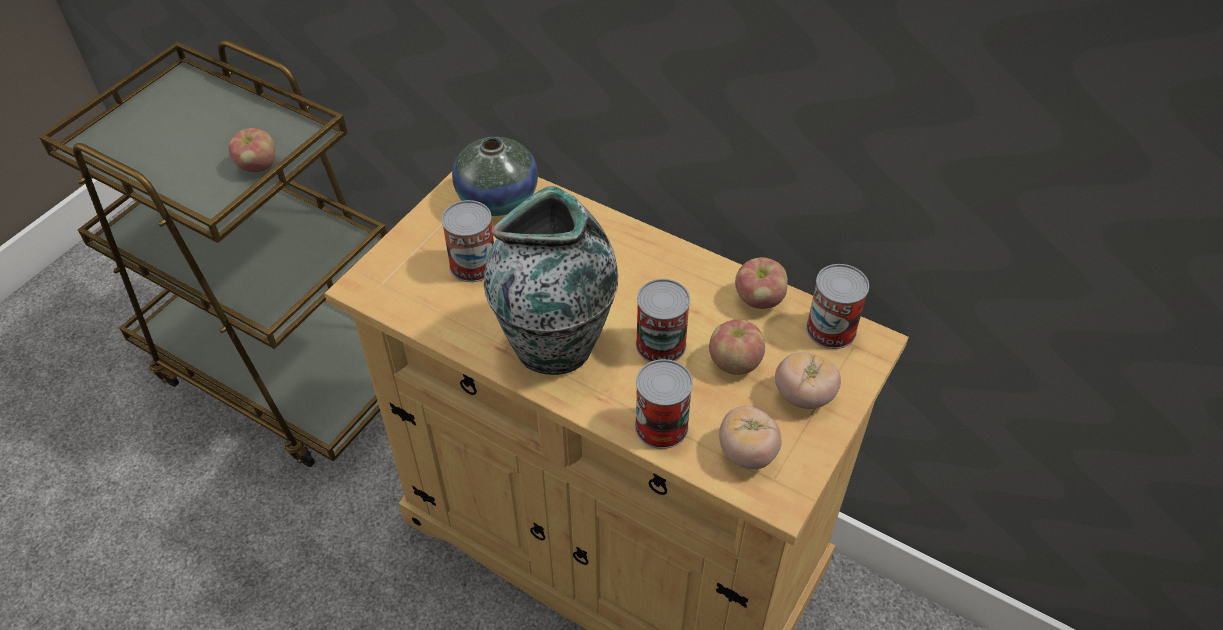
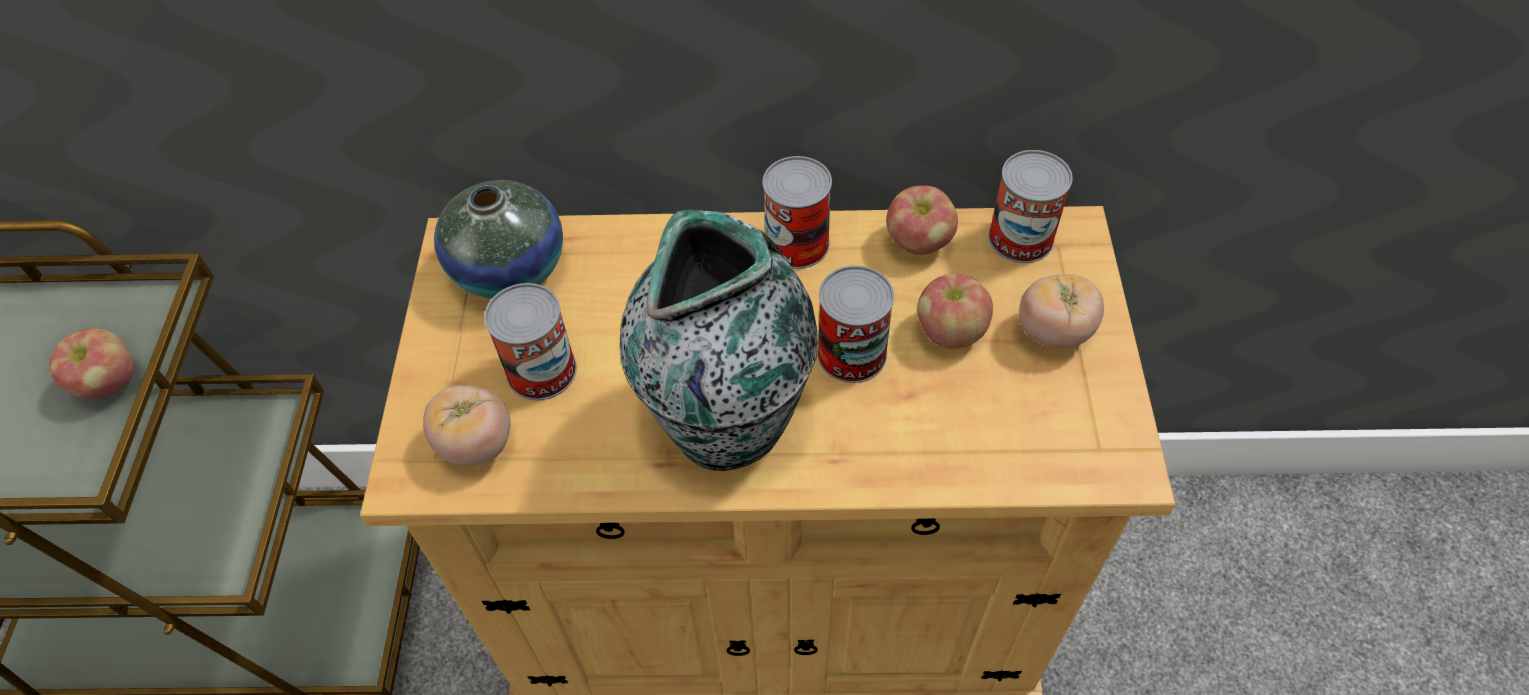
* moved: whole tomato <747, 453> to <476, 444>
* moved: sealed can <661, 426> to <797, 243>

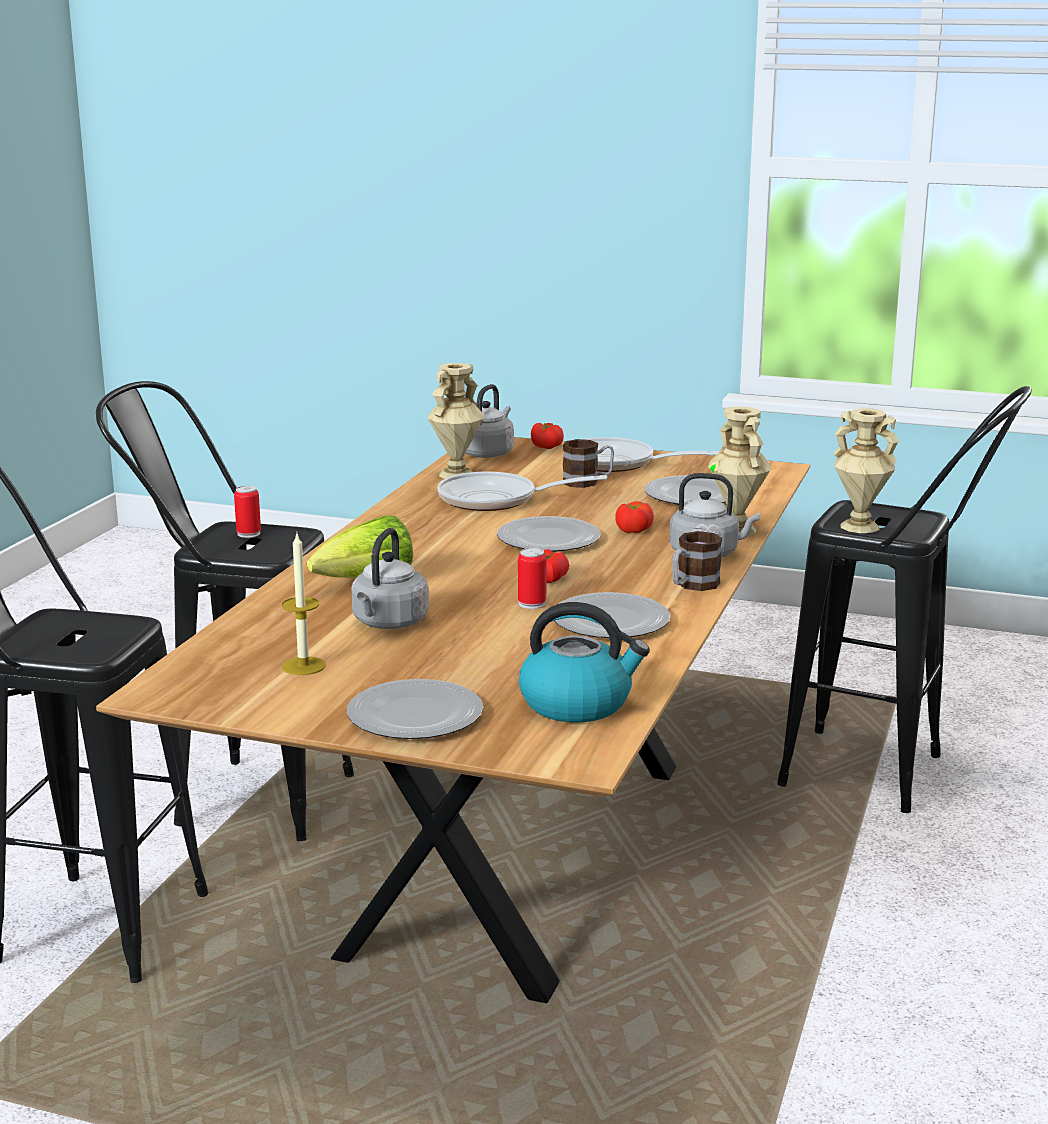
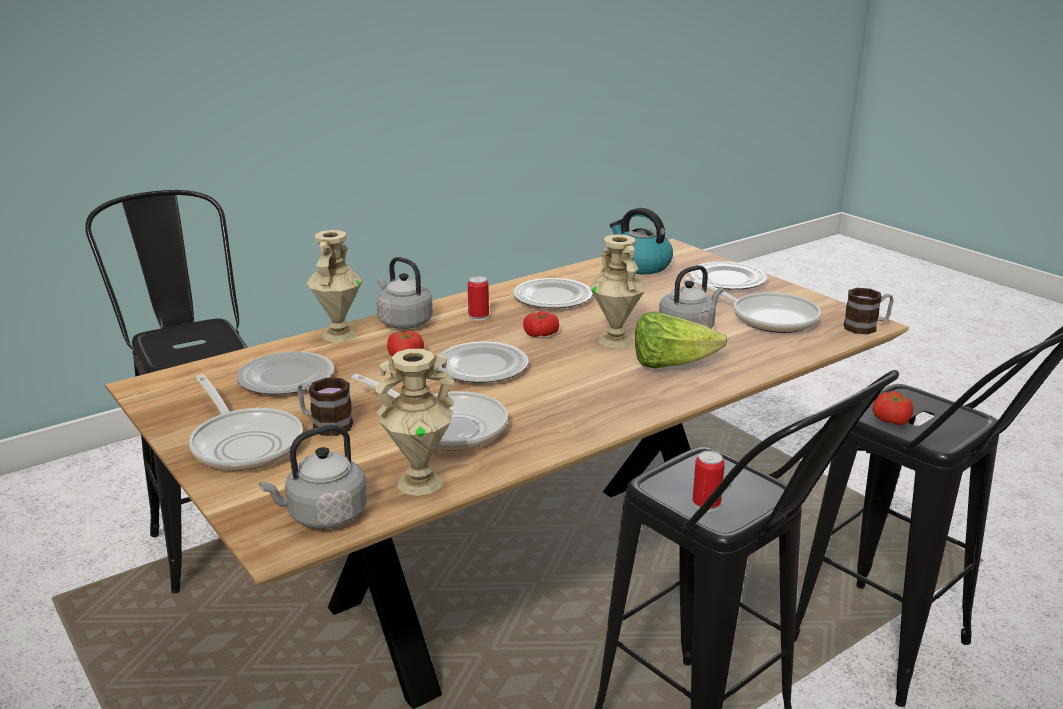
* moved: sealed can <532, 604> to <478, 316>
* moved: sand-coloured vase <859, 527> to <616, 340>
* replaced: candle <303, 666> to skillet <767, 317>
* moved: coffee mug <692, 585> to <866, 327>
* moved: whole tomato <547, 446> to <891, 420>

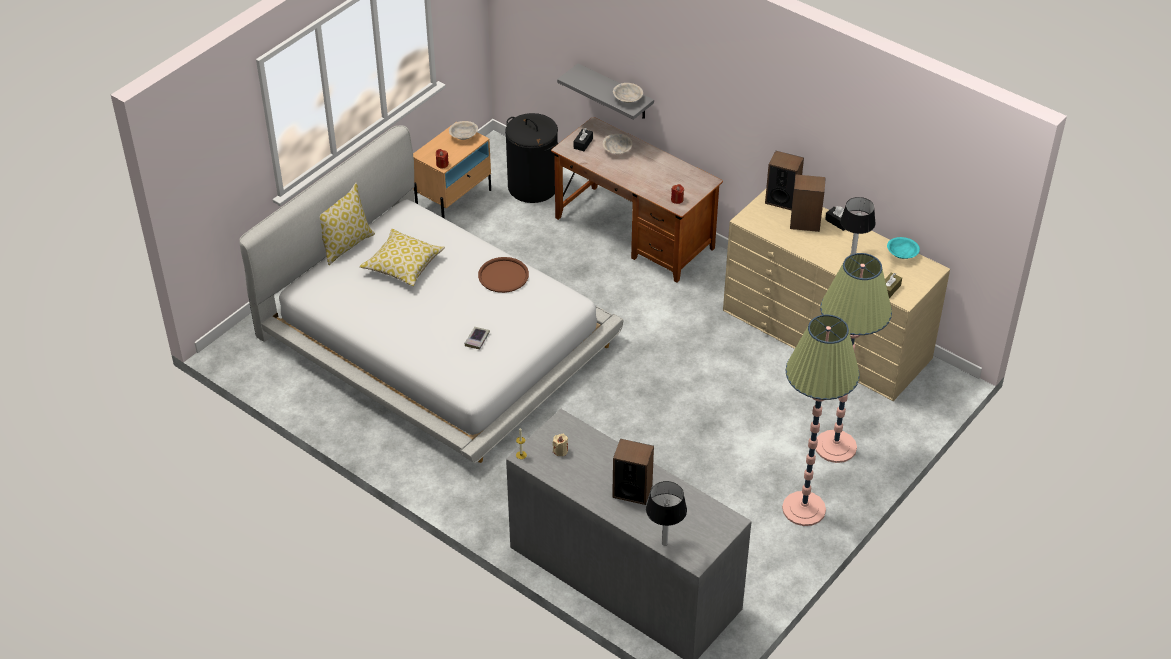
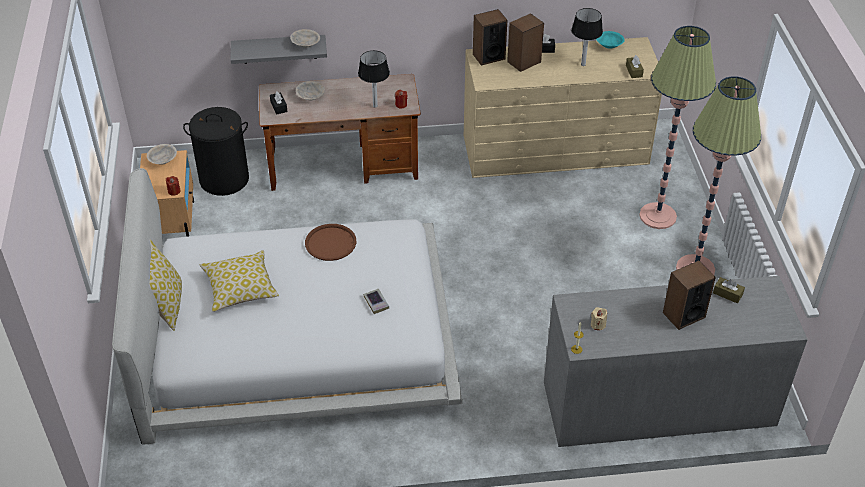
* moved: tabletop lamp <664, 543> to <375, 106>
* added: brownish box of tissues <727, 294>

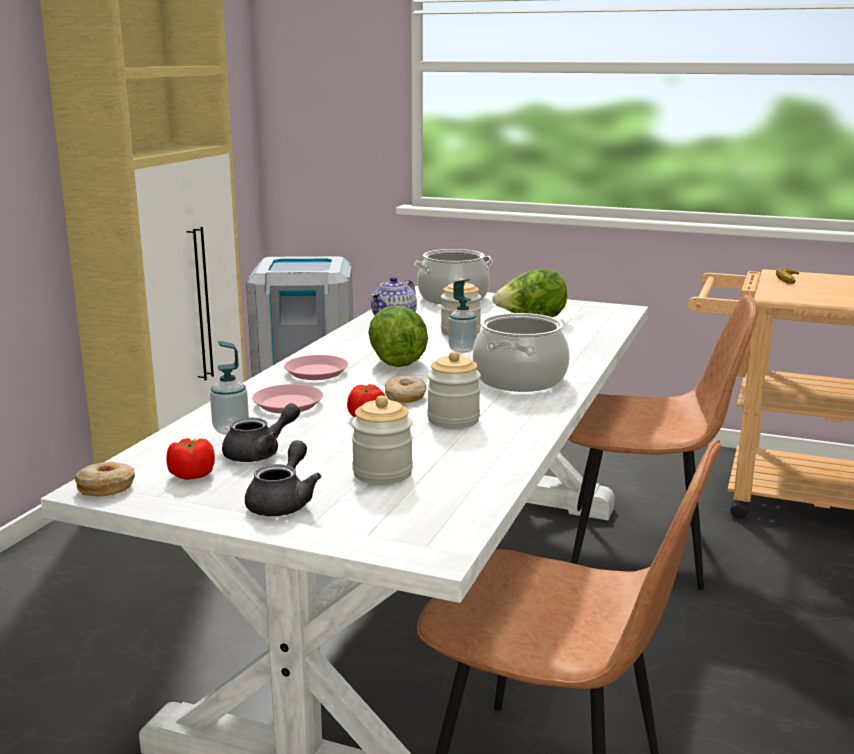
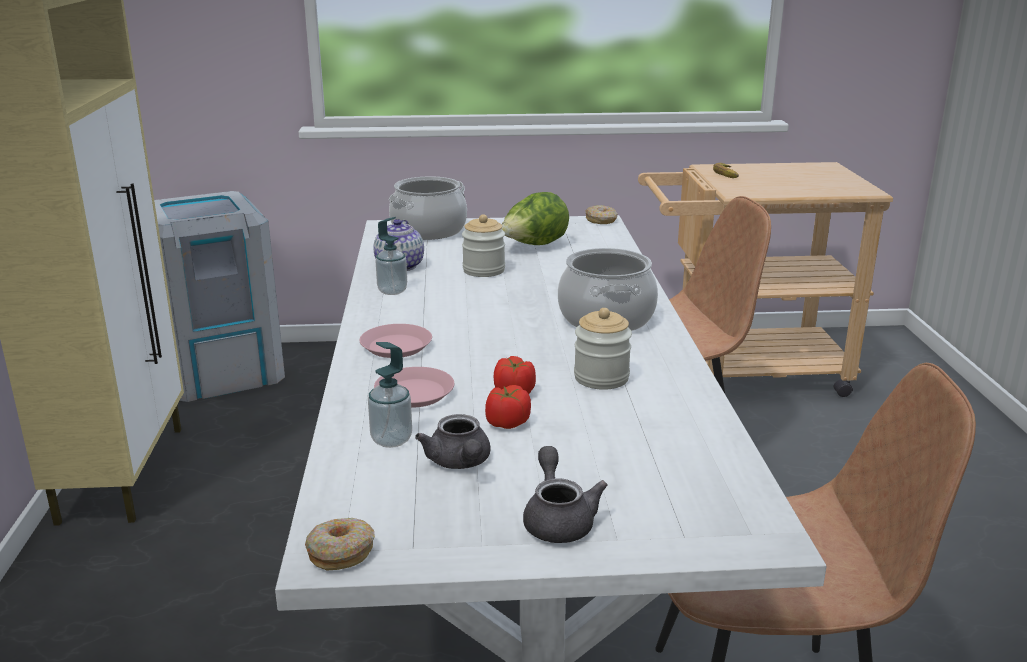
* moved: soap bottle <462, 349> to <392, 291>
* turned: grey tea pot <260, 453> = <459, 463> 135 degrees clockwise
* moved: whole tomato <191, 475> to <507, 423>
* moved: ring doughnut <405, 397> to <601, 220>
* removed: preserve jar <382, 473>
* removed: lettuce head <397, 361>

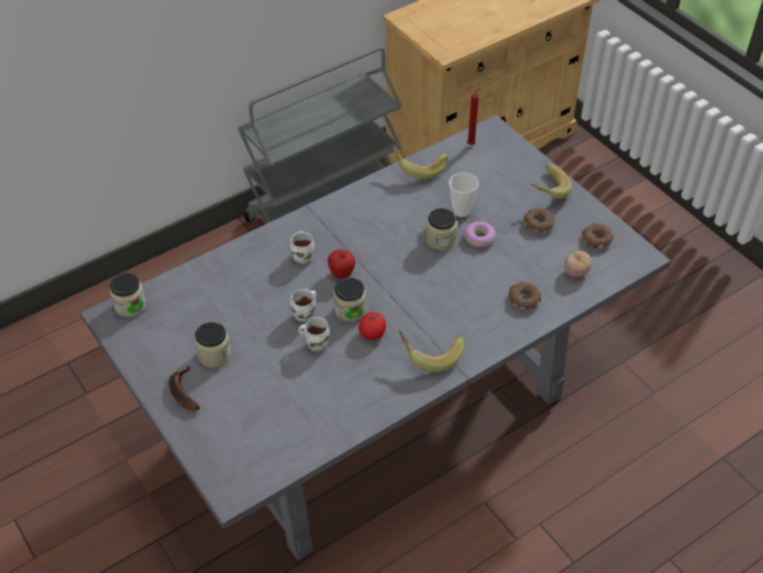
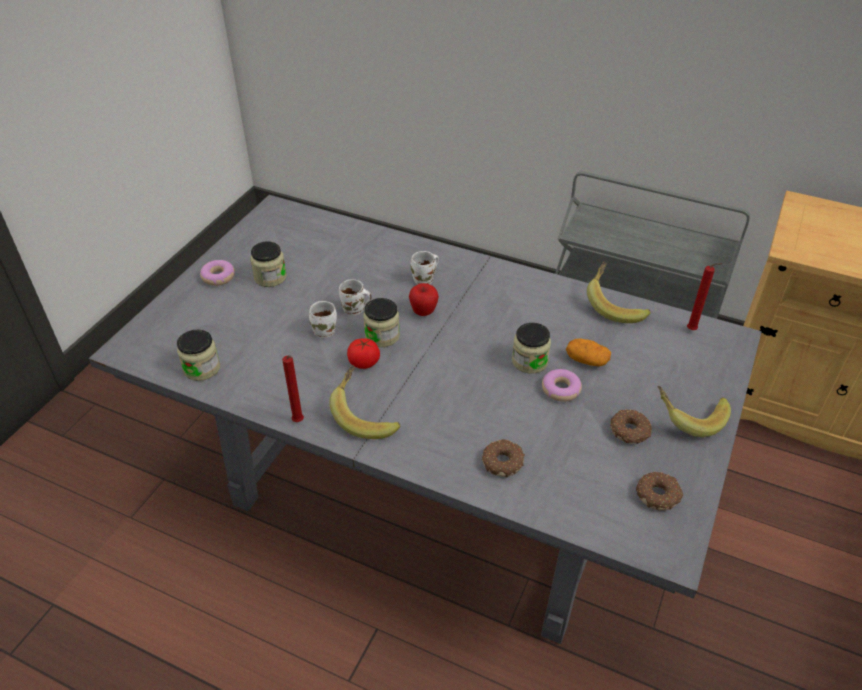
* moved: preserve jar <130, 305> to <202, 368>
* replaced: whole banana <182, 392> to ring doughnut <218, 277>
* added: red-coloured candle <299, 422>
* replaced: drinking cup <461, 211> to potato <586, 360>
* removed: whole tomato <576, 272>

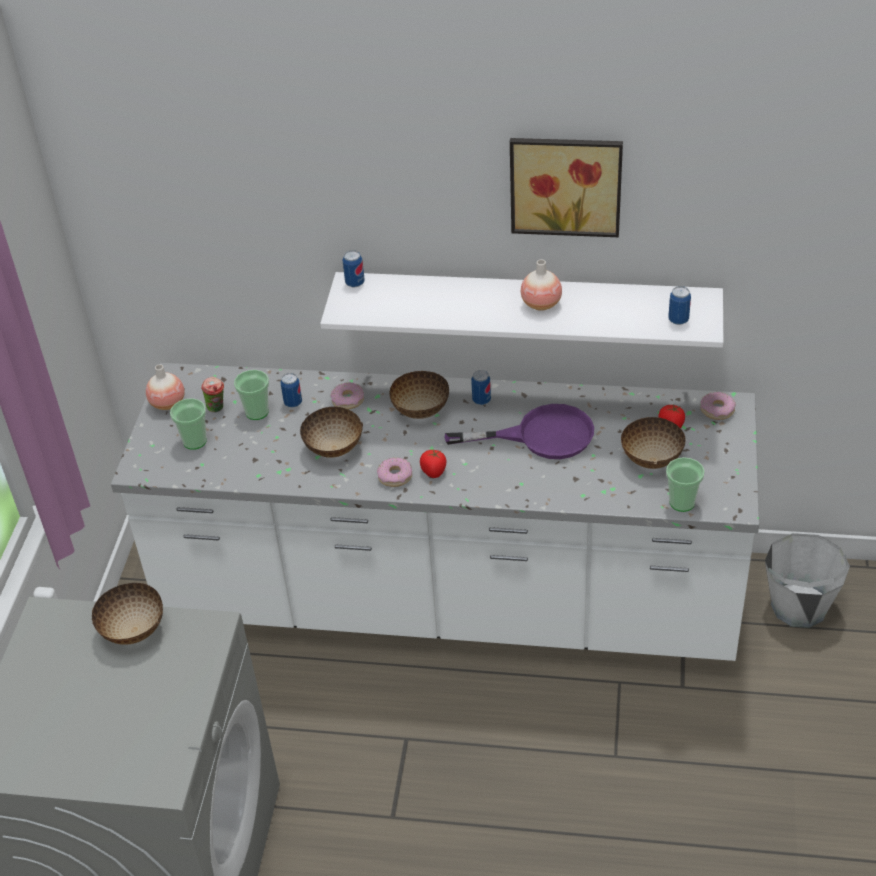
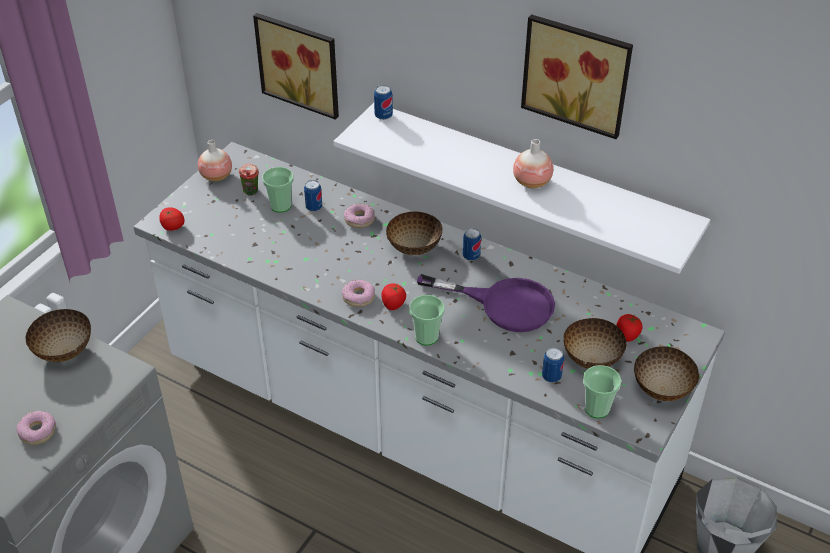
* moved: ring doughnut <717, 410> to <37, 431>
* added: whole tomato <172, 227>
* added: picture <300, 63>
* moved: drinking cup <194, 441> to <426, 337>
* moved: sealed can <678, 320> to <551, 377>
* moved: deep dish <333, 449> to <661, 390>

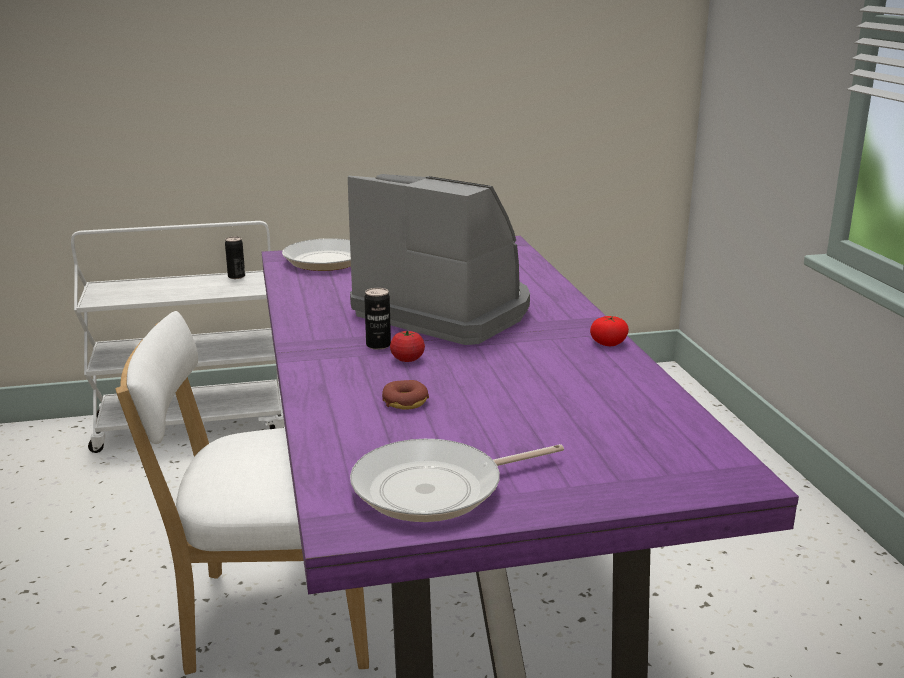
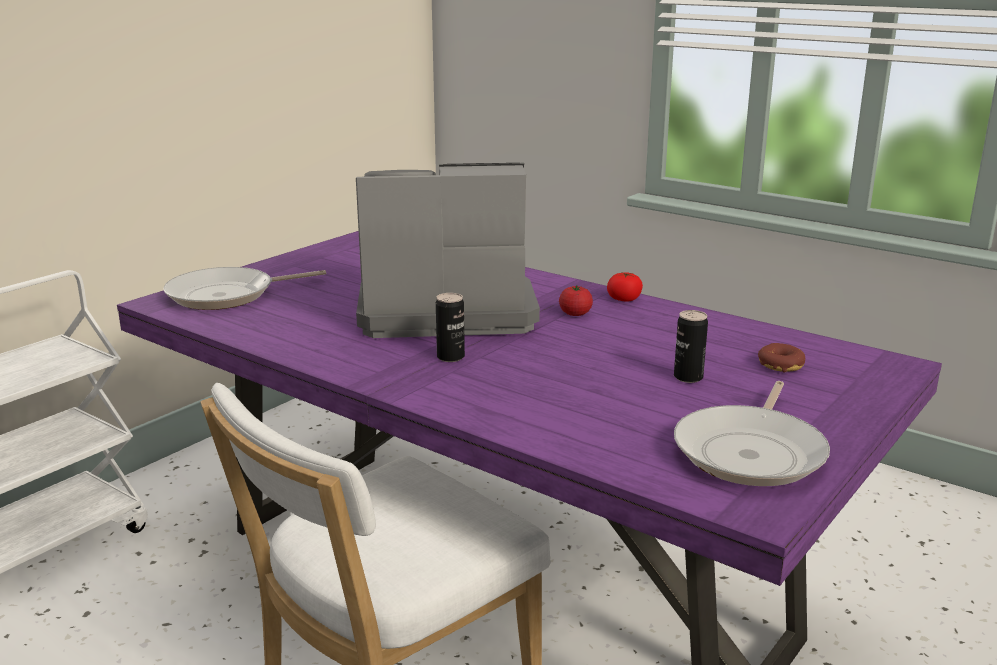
* moved: whole tomato <407, 359> to <575, 314>
* moved: sealed can <236, 276> to <688, 377>
* moved: ring doughnut <405, 402> to <780, 365>

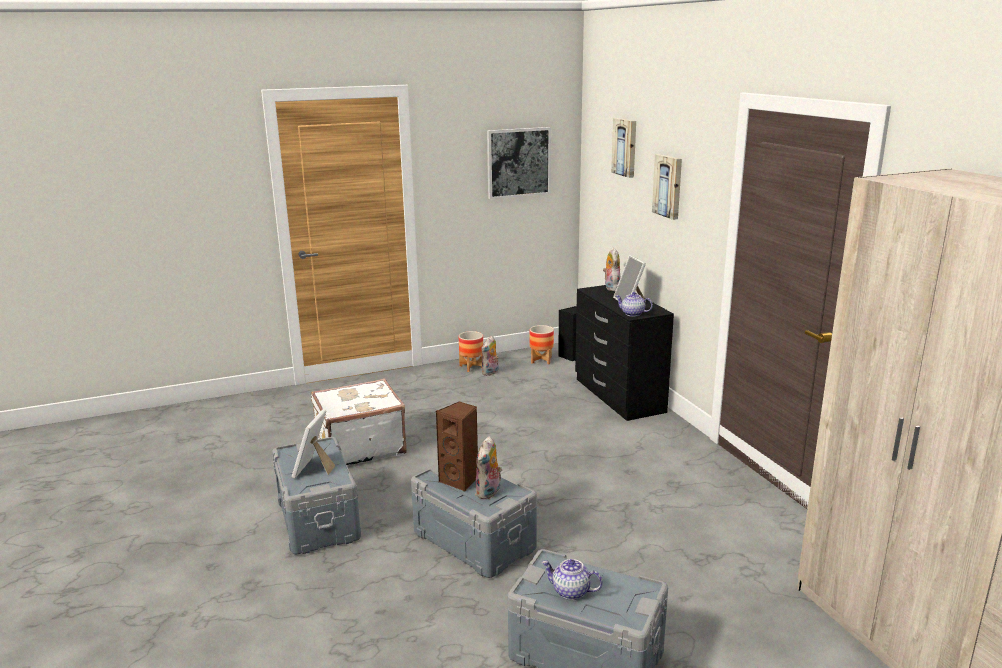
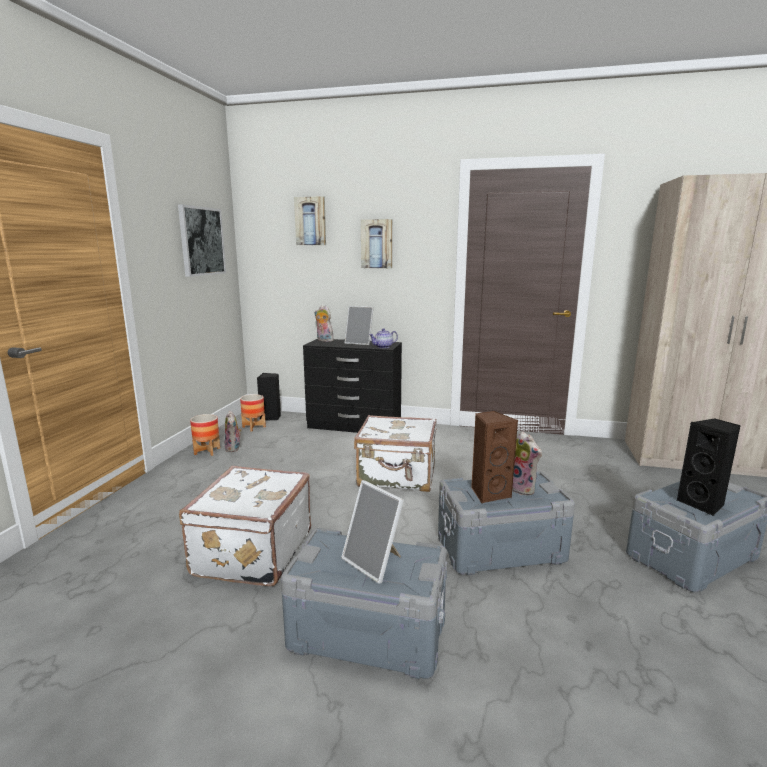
* added: whitish suitcase <397, 477>
* replaced: tea pot <570, 591> to black-coloured speaker <703, 504>

